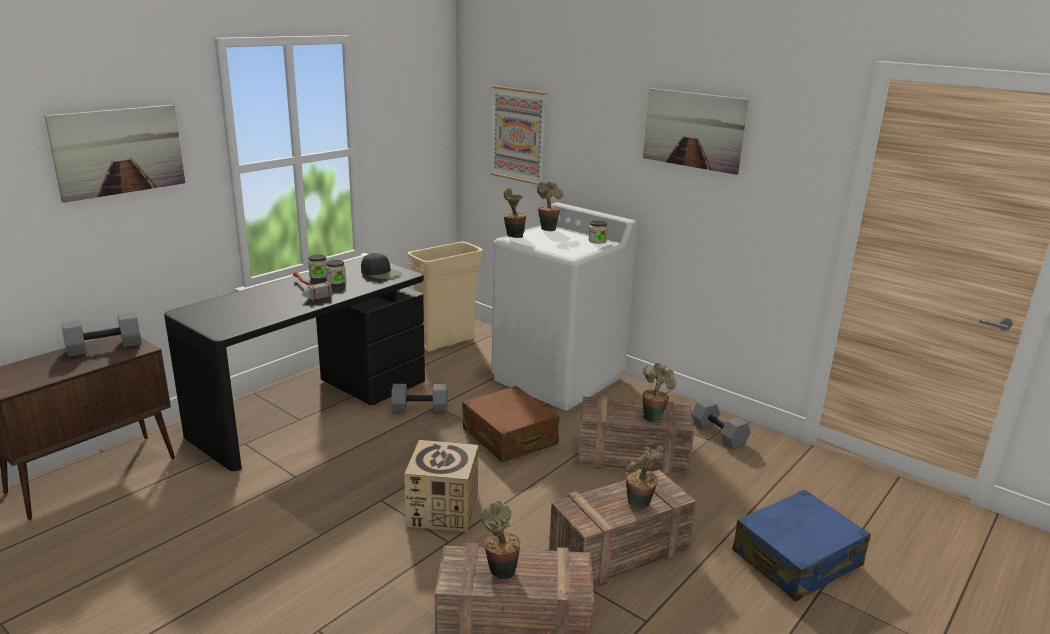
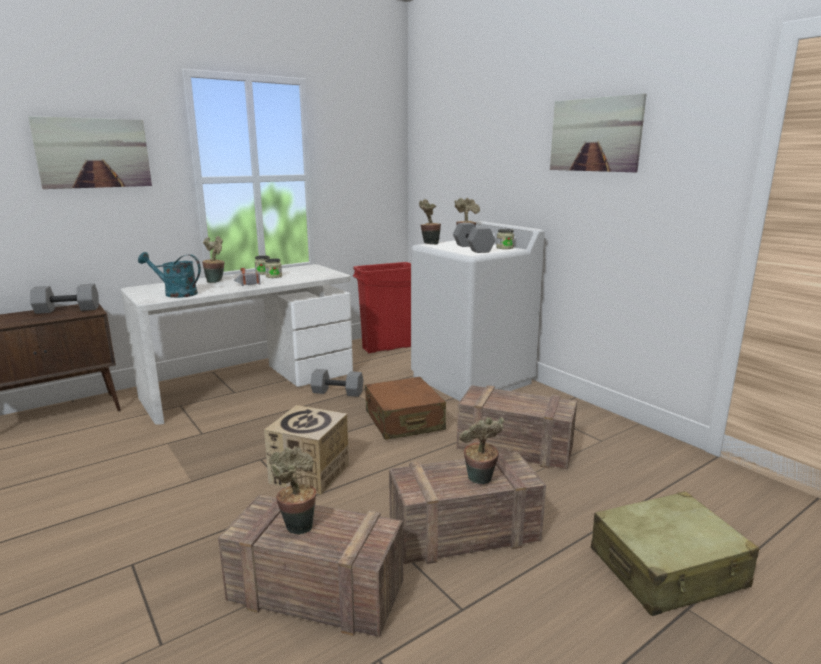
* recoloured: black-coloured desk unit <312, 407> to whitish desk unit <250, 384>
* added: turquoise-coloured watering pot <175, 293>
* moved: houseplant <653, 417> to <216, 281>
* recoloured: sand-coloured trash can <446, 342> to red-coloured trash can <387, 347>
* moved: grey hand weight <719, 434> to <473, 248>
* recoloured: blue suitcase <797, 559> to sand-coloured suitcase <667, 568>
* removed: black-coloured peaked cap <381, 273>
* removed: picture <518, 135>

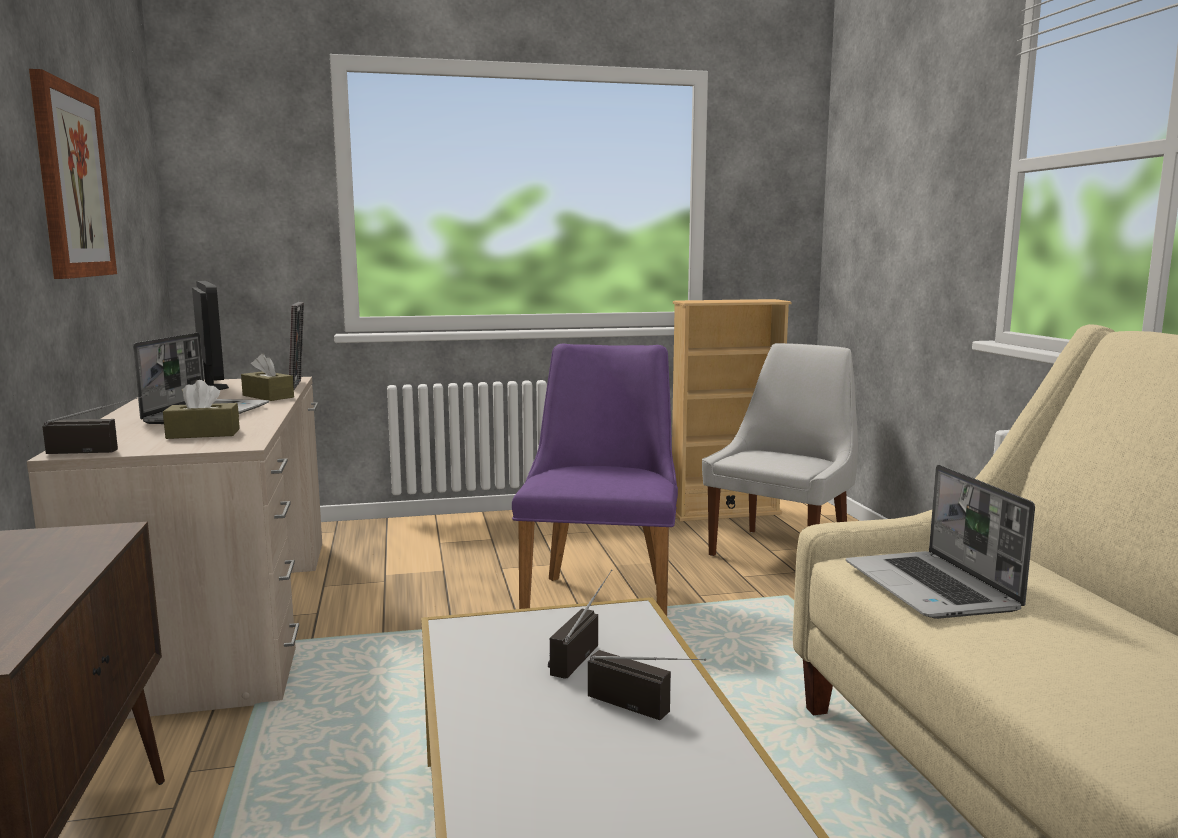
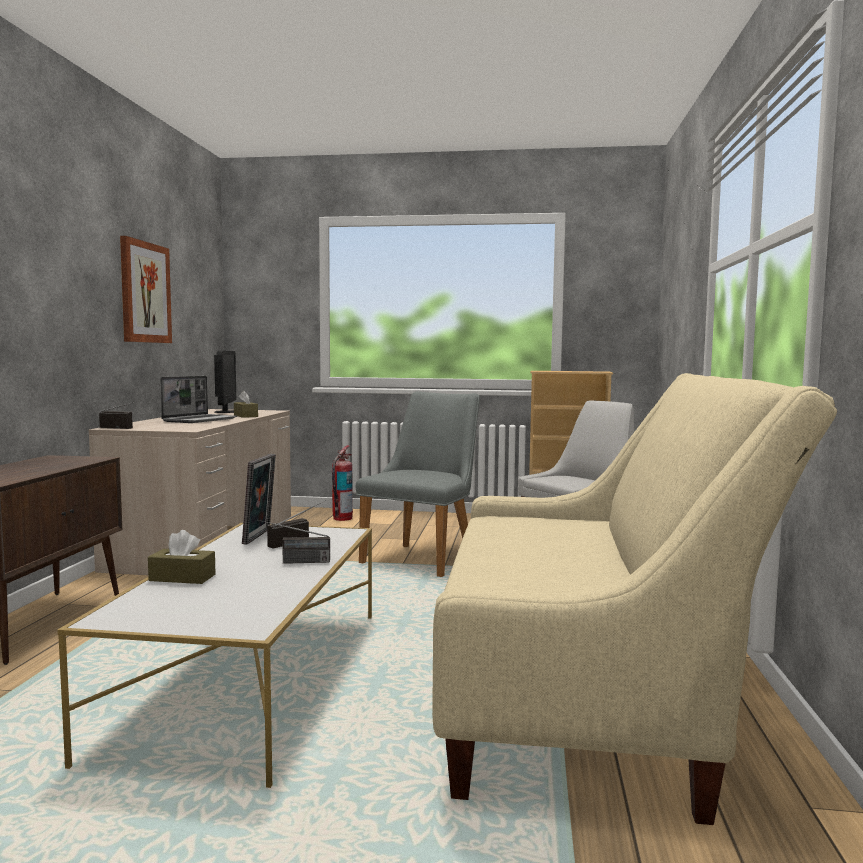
* moved: brownish box of tissues <203, 434> to <182, 577>
* moved: photo frame <299, 385> to <260, 536>
* turned: radio set <649, 709> = <293, 562> 120 degrees clockwise
* added: fire-fighting cylinder <342, 518>
* recoloured: purple-coloured upright chair <602, 596> to grey upright chair <425, 557>
* removed: portable computer <932, 588>

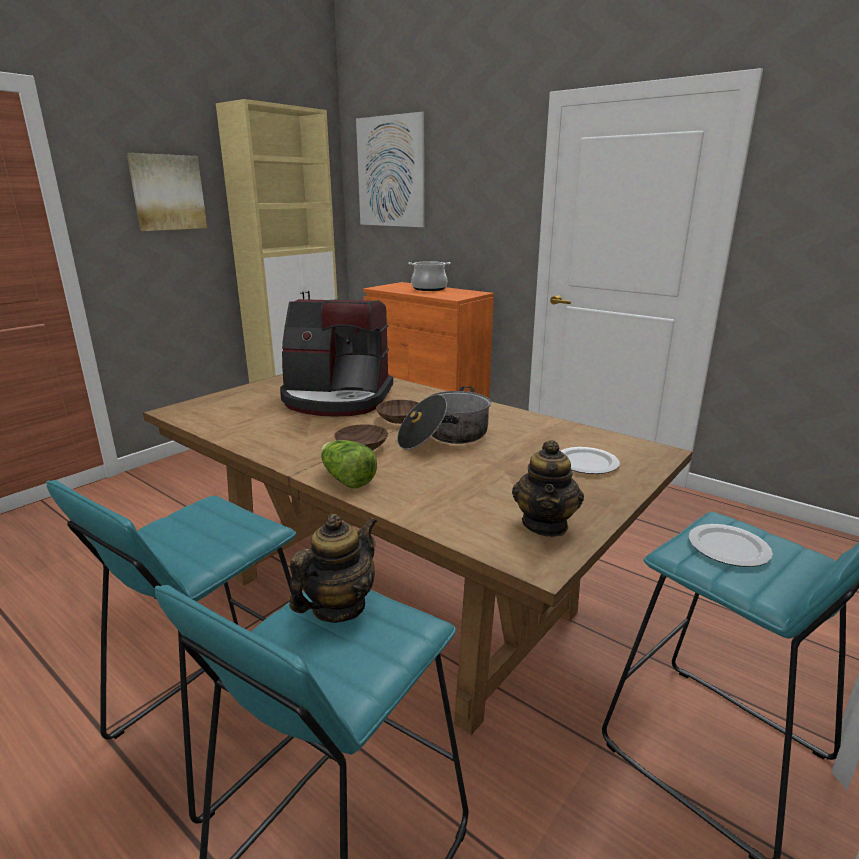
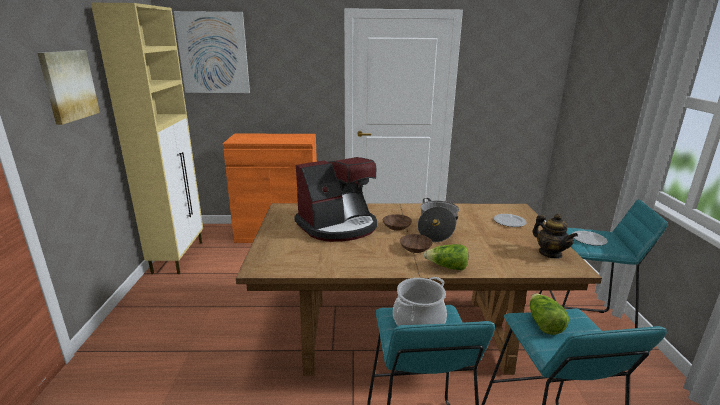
* moved: cooking pot <429, 289> to <419, 322>
* replaced: tea pot <338, 607> to lettuce head <543, 323>

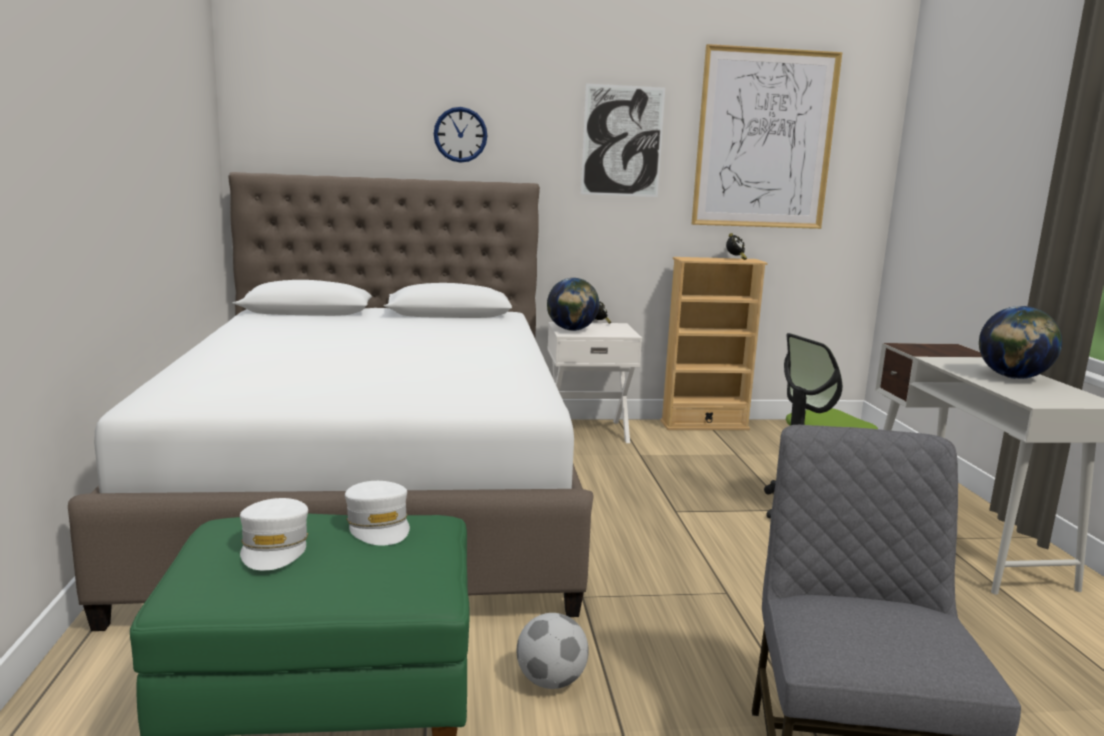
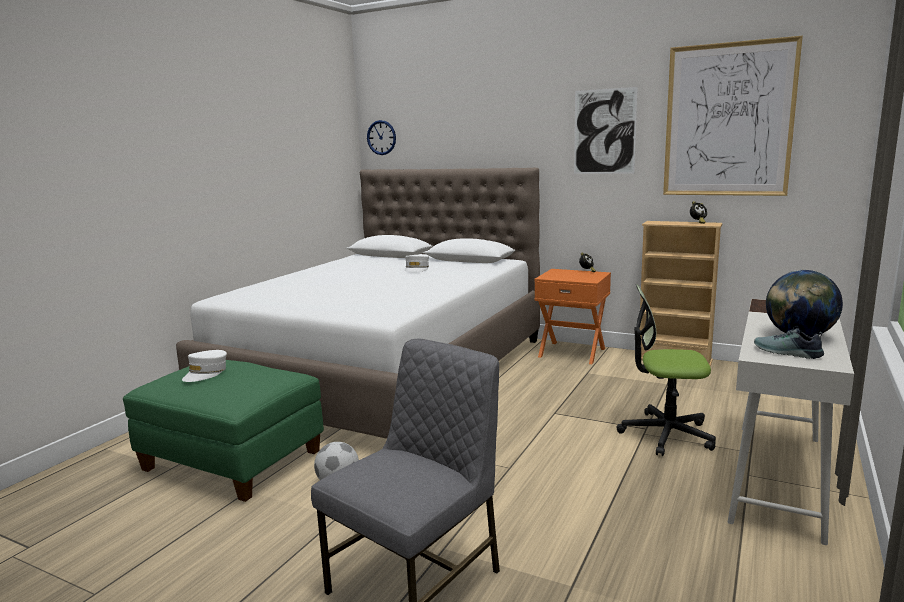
* moved: hanging clock <460, 134> to <381, 137>
* moved: whitish peaked cap <378, 525> to <416, 269>
* recoloured: whitish nightstand <588, 431> to orangey nightstand <572, 352>
* added: item of footwear <787, 353>
* removed: world globe <571, 330>

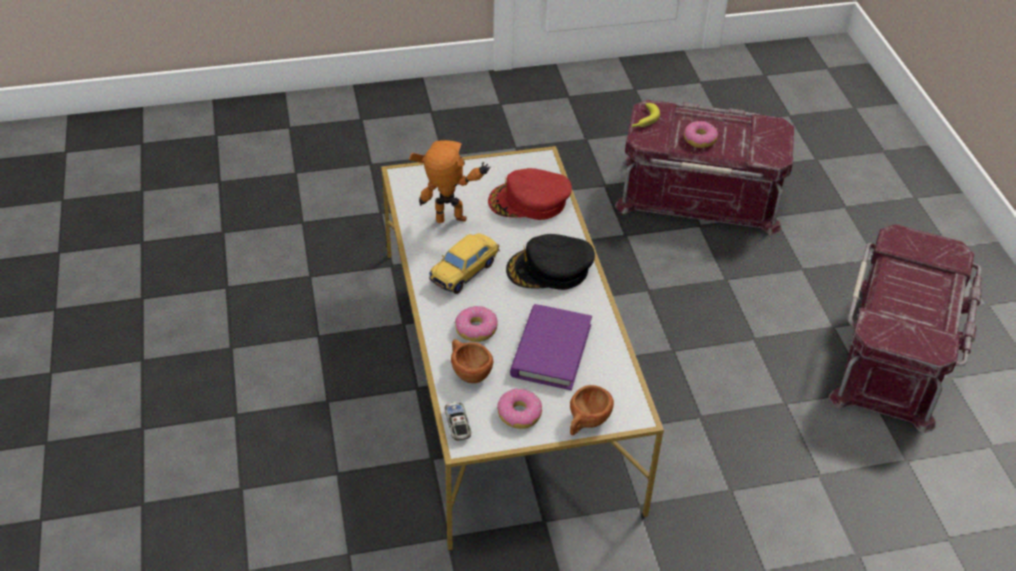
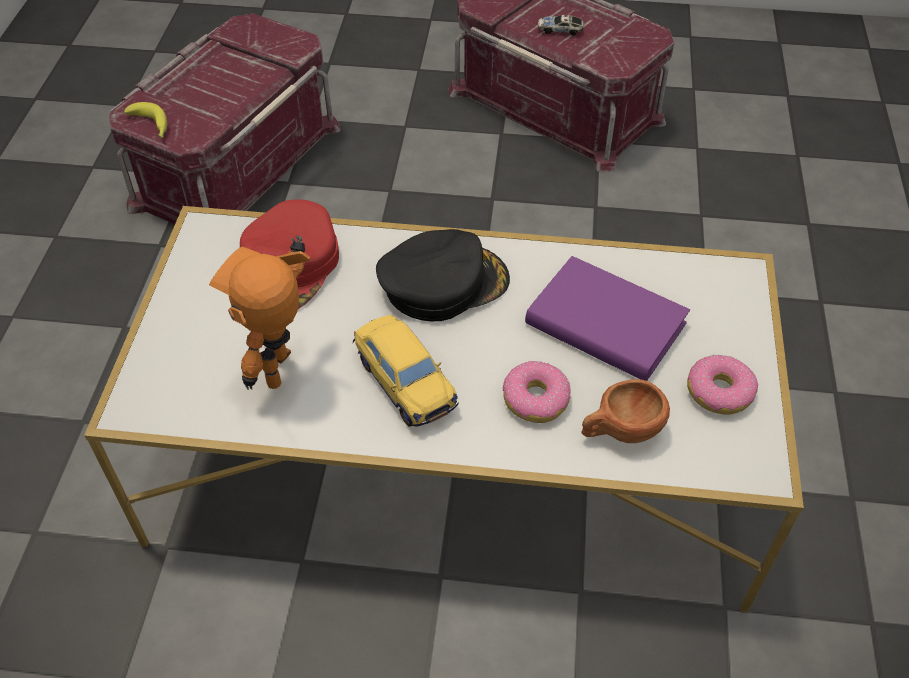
* turned: black-coloured peaked cap <550, 269> = <443, 282> 120 degrees counterclockwise
* moved: miniature car <457, 424> to <560, 30>
* removed: brownish drinking cup <586, 422>
* removed: ring doughnut <699, 139>

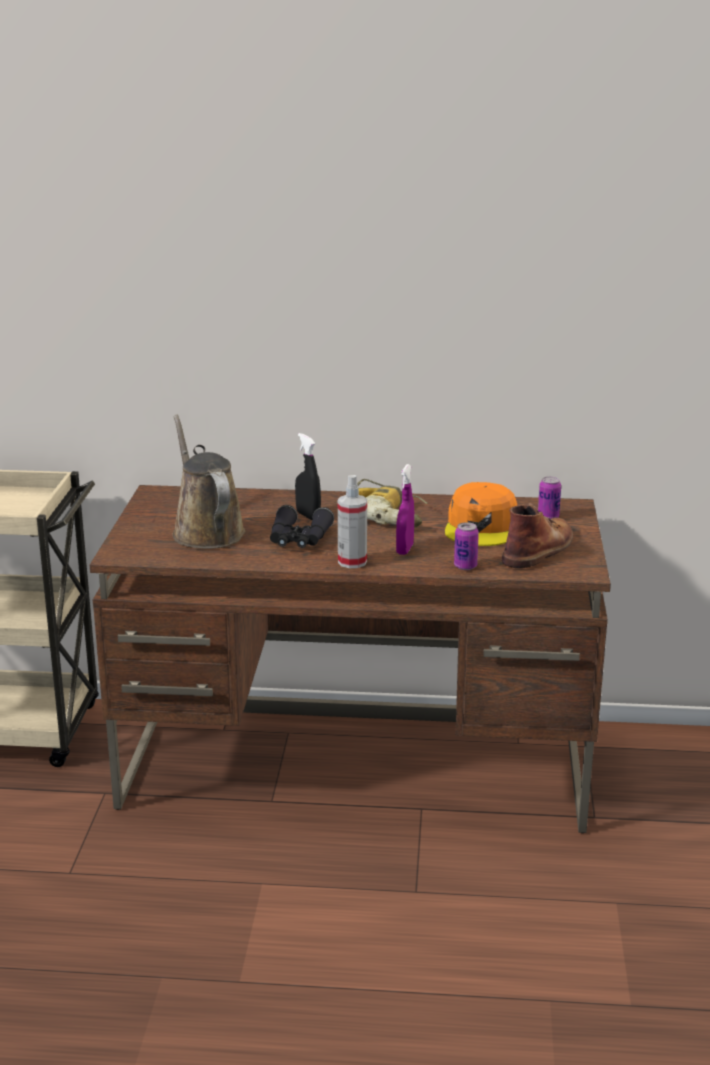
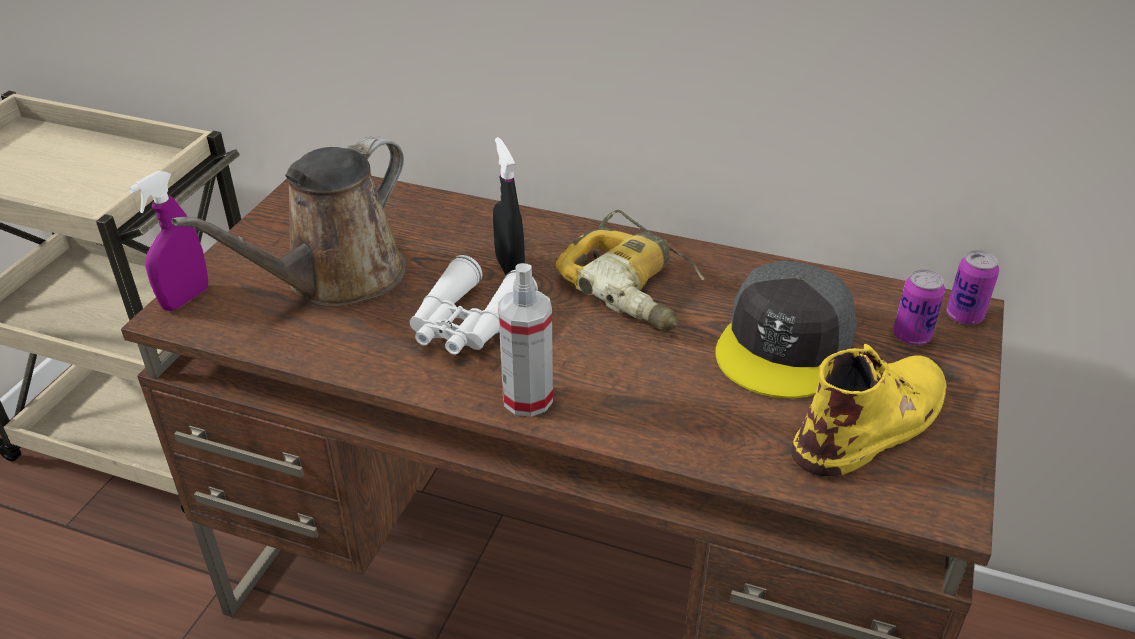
* moved: purple-coloured spray bottle <405, 549> to <185, 298>
* turned: brownish watering pot <206, 531> = <336, 279> 135 degrees counterclockwise
* recoloured: black-coloured pair of binoculars <299, 539> to whitish pair of binoculars <468, 324>
* recoloured: orangey peaked cap <482, 527> to grey peaked cap <785, 344>
* recoloured: brownish tall boot <539, 549> to yellow-coloured tall boot <873, 421>
* moved: sealed can <465, 566> to <964, 316>

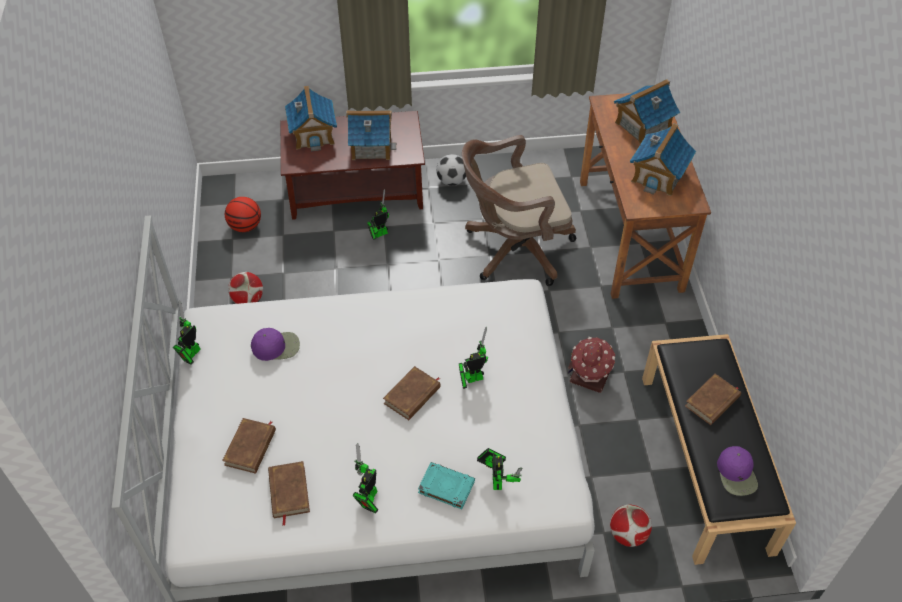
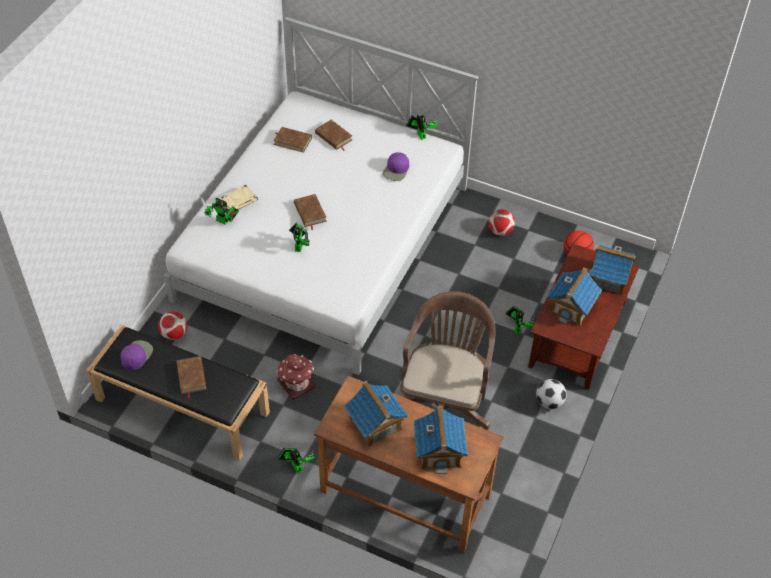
* turned: purple-coloured peaked cap <737, 474> = <136, 355> 90 degrees clockwise
* recoloured: turquoise-coloured bound book <445, 487> to sand-coloured bound book <239, 200>
* moved: toy robot <368, 499> to <296, 465>

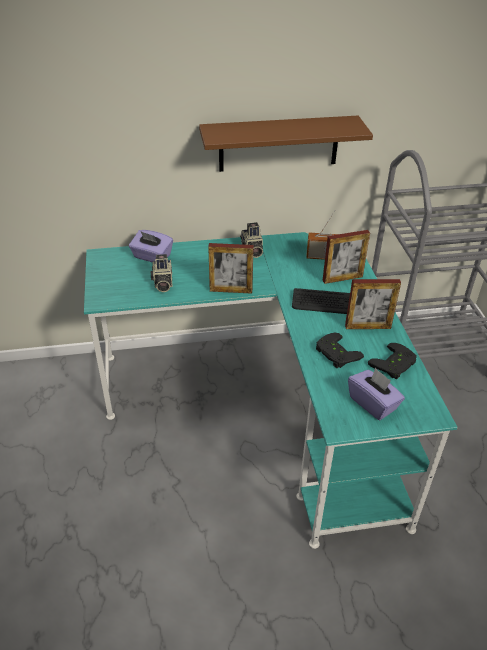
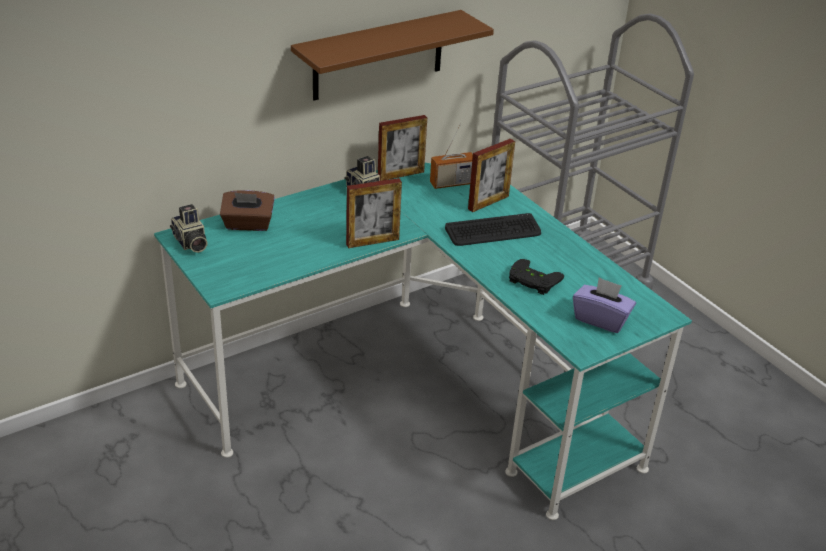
* moved: photo camera <162, 283> to <190, 243>
* recoloured: purple-coloured box of tissues <152, 257> to brownish box of tissues <248, 224>
* moved: photo frame <367, 327> to <400, 175>
* removed: black-coloured joypad <395, 365>

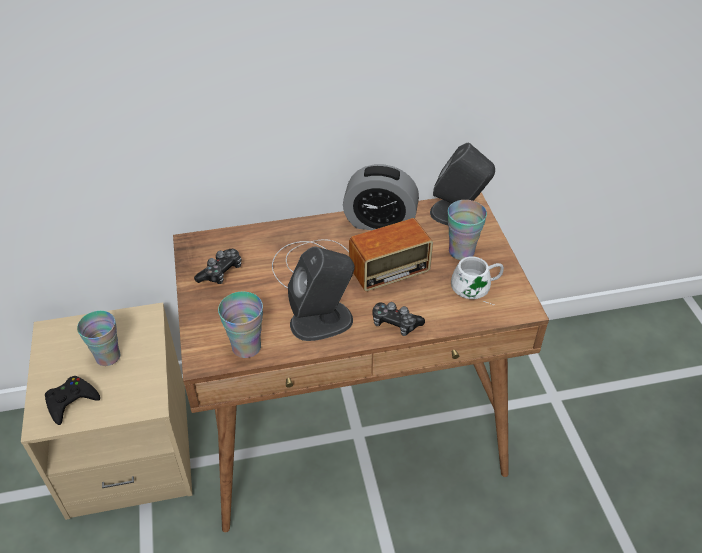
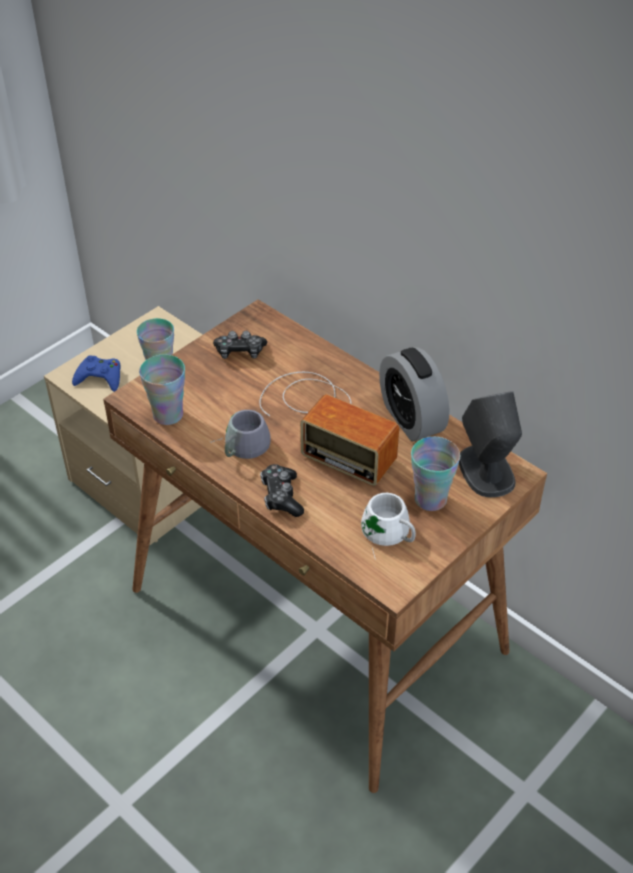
* recoloured: black-coloured joypad <71, 401> to blue joypad <100, 377>
* replaced: grey speaker <322, 321> to grey coffee mug <240, 446>

